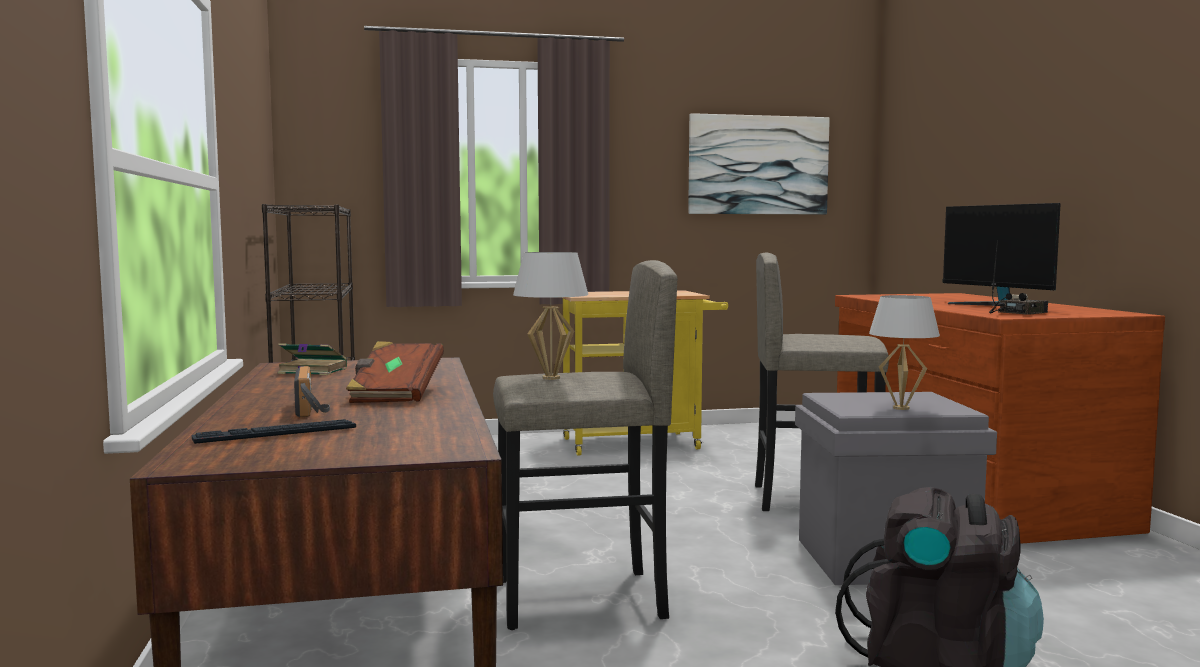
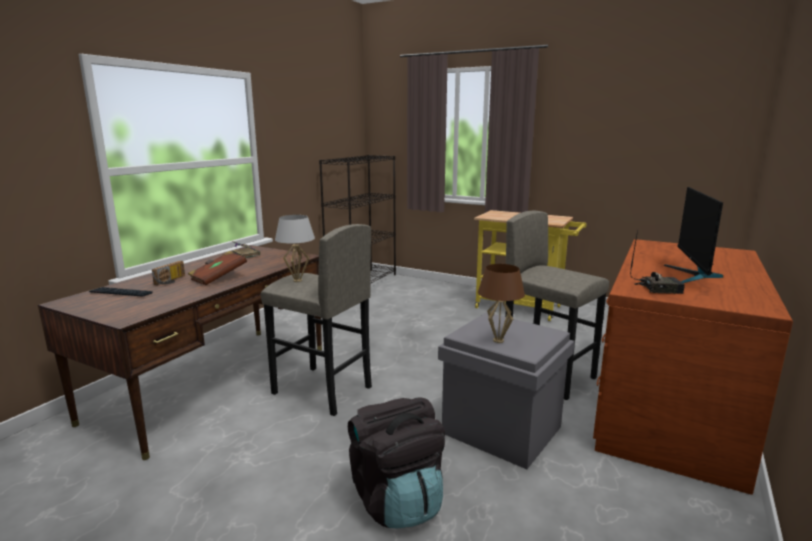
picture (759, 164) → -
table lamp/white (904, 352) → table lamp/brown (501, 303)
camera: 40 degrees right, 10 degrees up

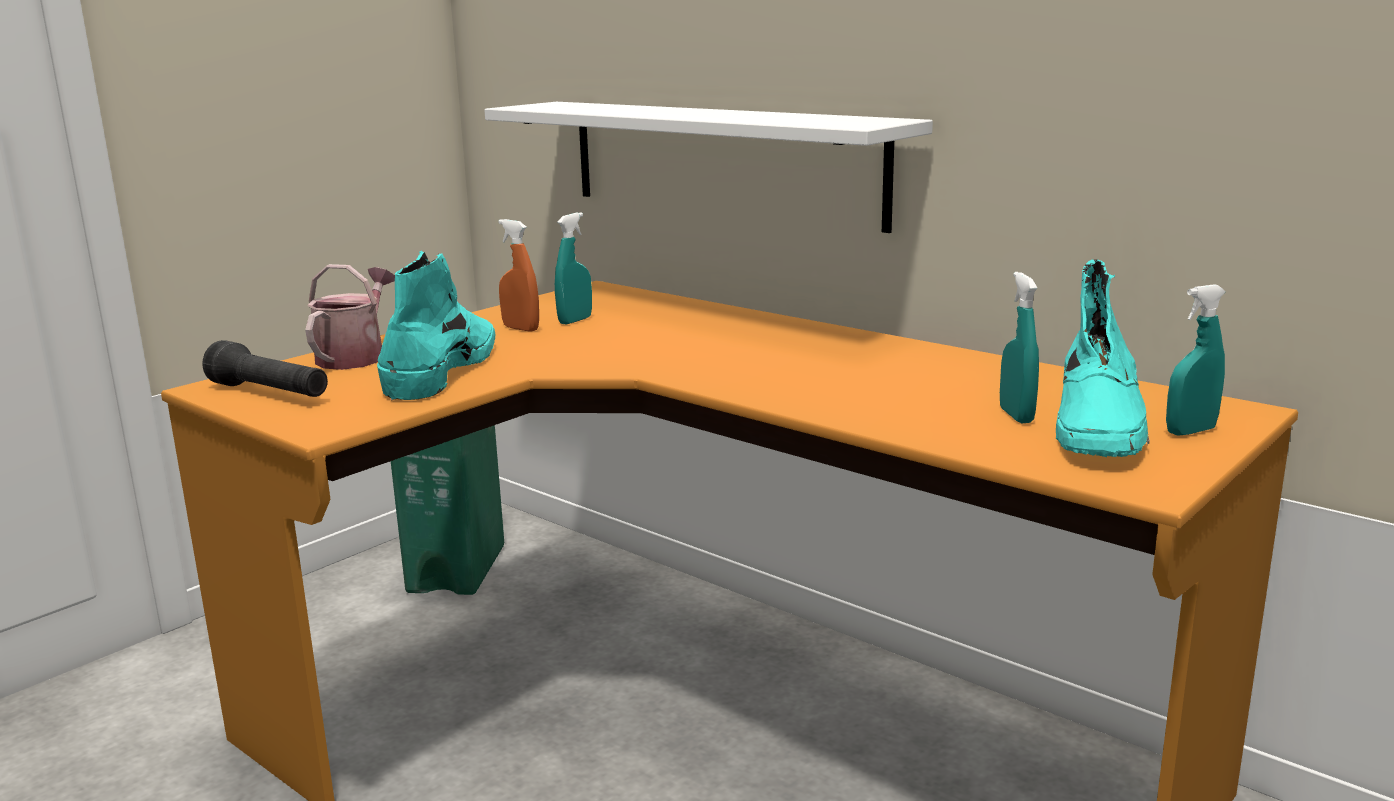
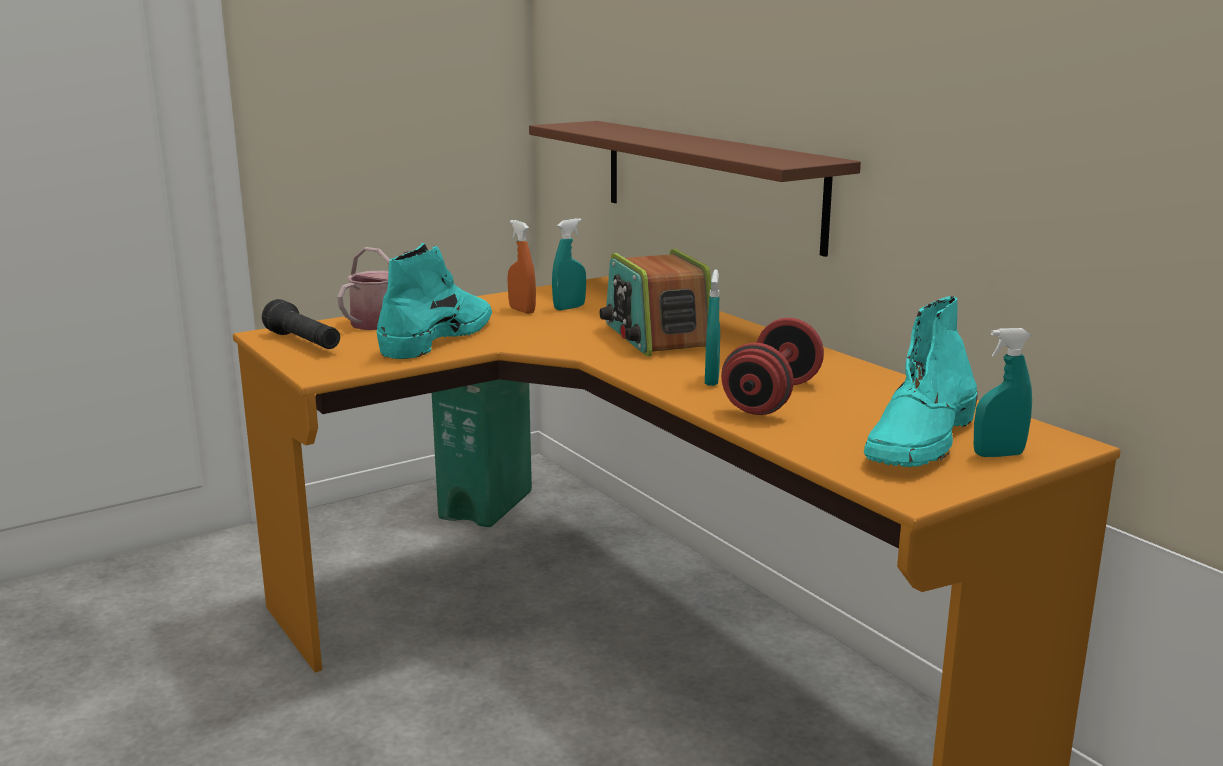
- → radio (655, 303)
- → dumbbell/red (772, 366)
spray bottle/turquoise (1019, 347) → spray bottle/turquoise (712, 327), move
shelf/white (708, 167) → shelf/brown (695, 189)
camera: 15 degrees right, 0 degrees up

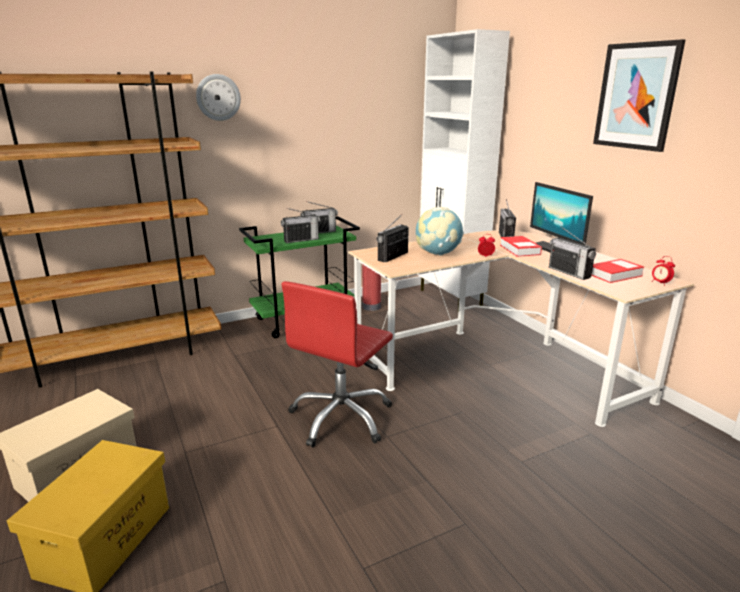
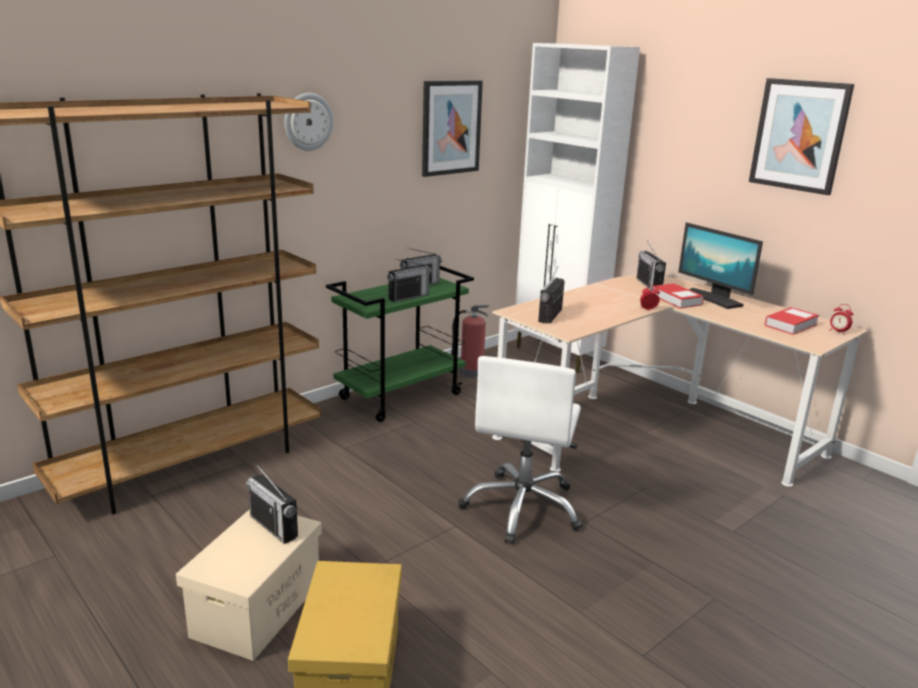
globe (440, 231) → -
- → picture (452, 128)
radio (572, 253) → radio (272, 503), move
office chair/red (337, 364) → office chair/white (520, 450)
camera: 15 degrees left, 0 degrees up

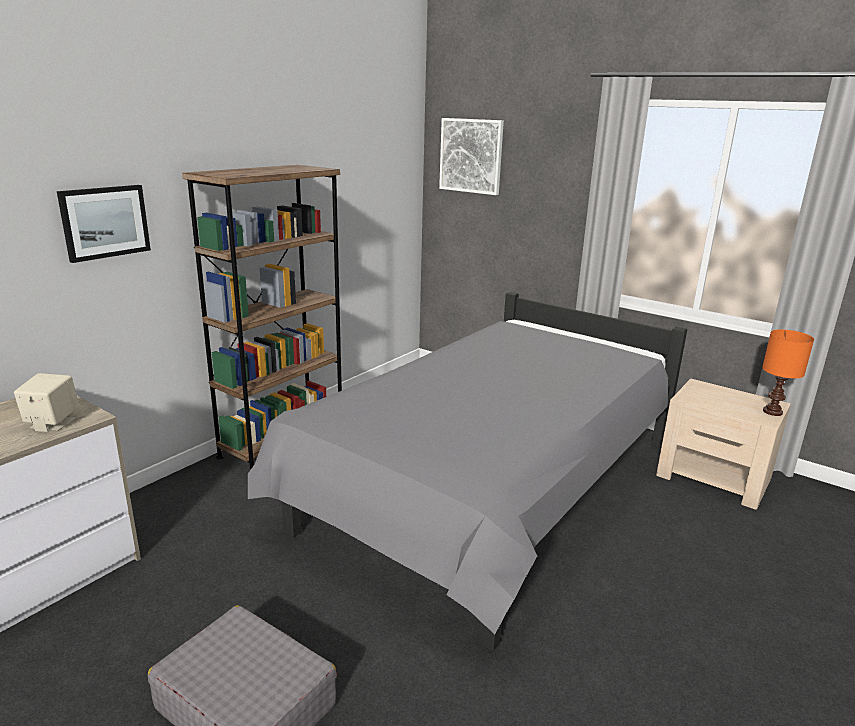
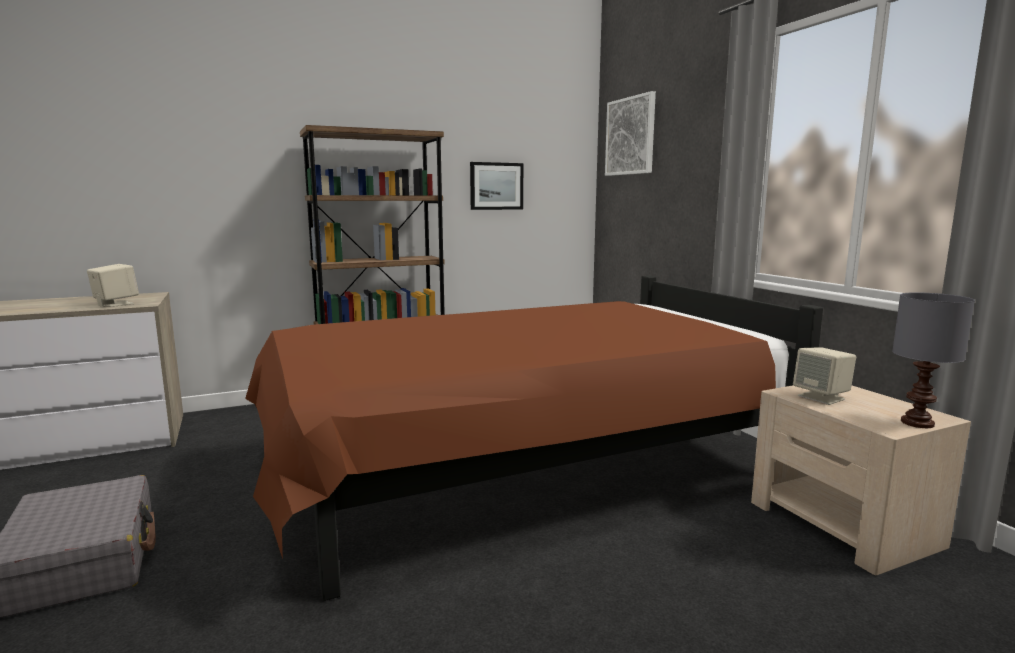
- → speaker/beige (824, 376)
picture (104, 224) → picture (496, 186), move
bed/grey (467, 472) → bed/brown (534, 438)
table lamp/orange (788, 372) → table lamp/grey (933, 360)
camera: 30 degrees right, 10 degrees down

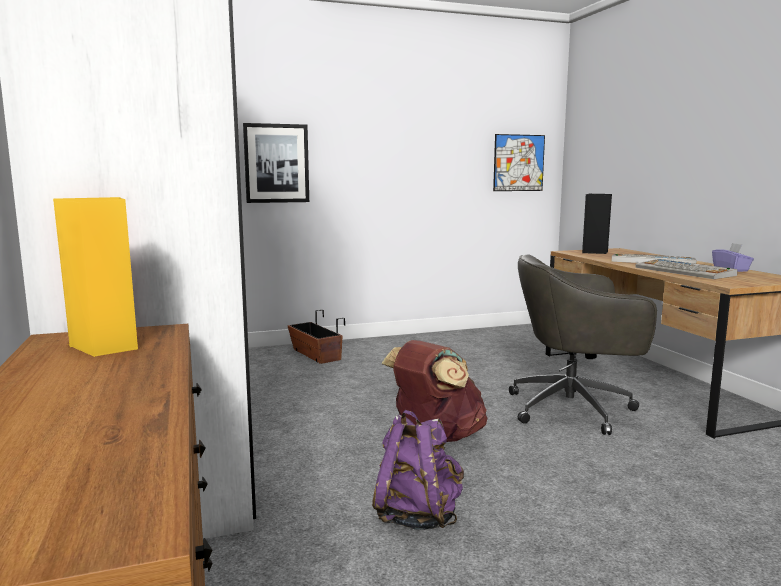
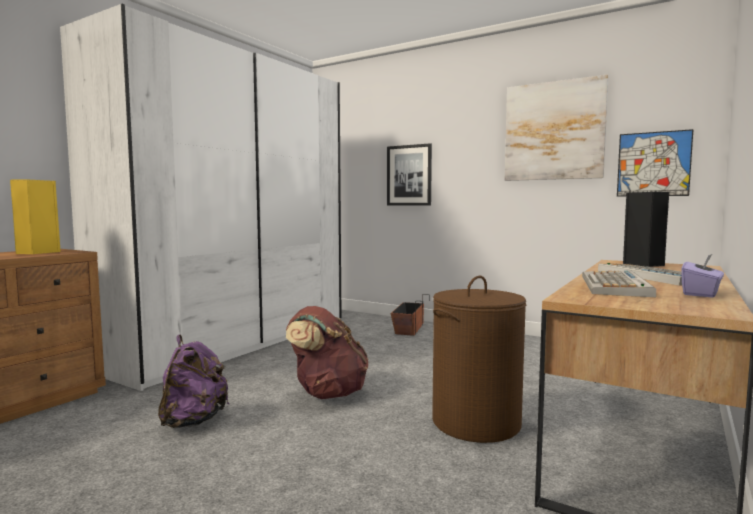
- → picture (557, 127)
office chair/grey (583, 345) → laundry basket/brown (479, 359)
camera: 50 degrees right, 5 degrees down

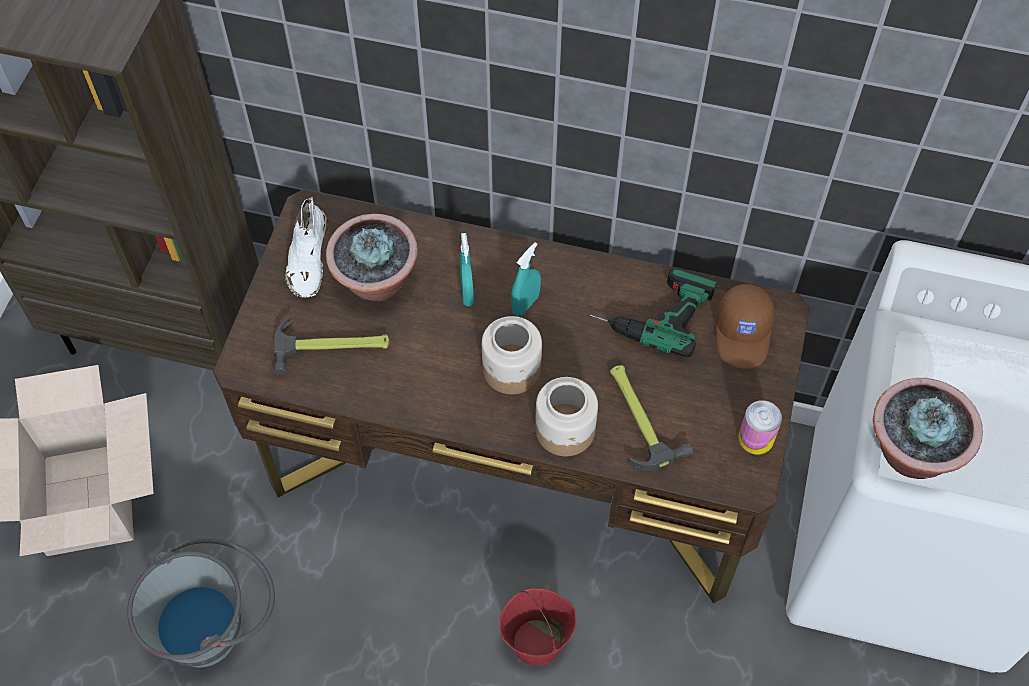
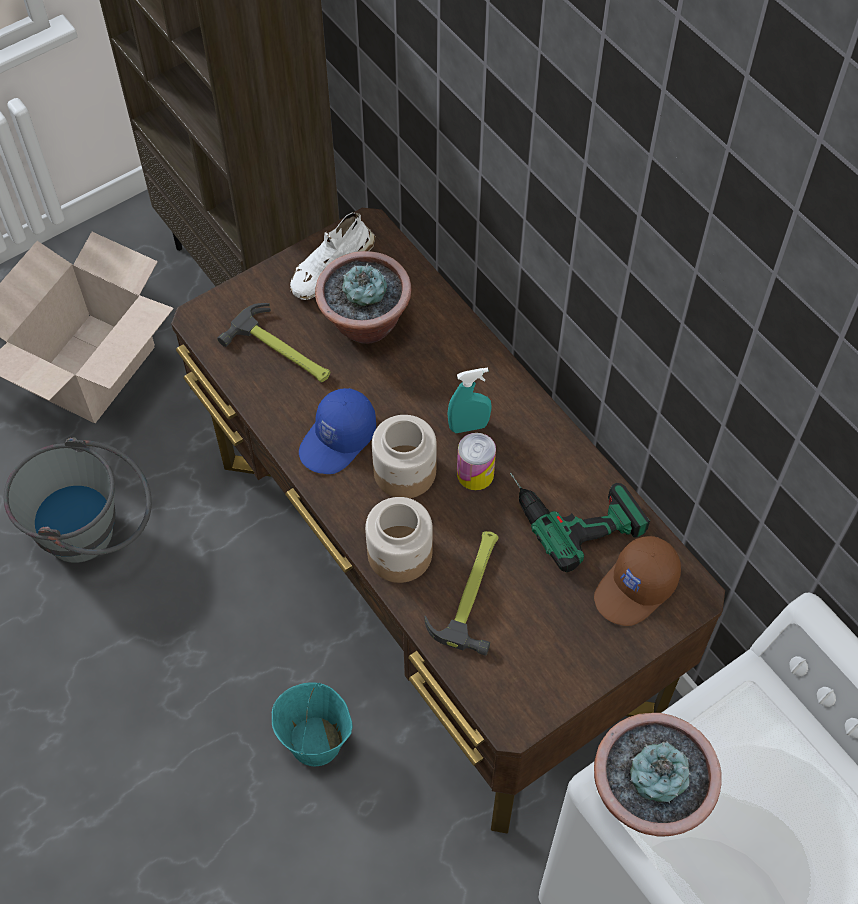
spray bottle/turquoise (467, 269) → -
- → cap/blue (337, 431)
can (760, 427) → can (476, 461), move
bucket/red (538, 627) → bucket/turquoise (312, 724)
camera: 40 degrees right, 0 degrees up

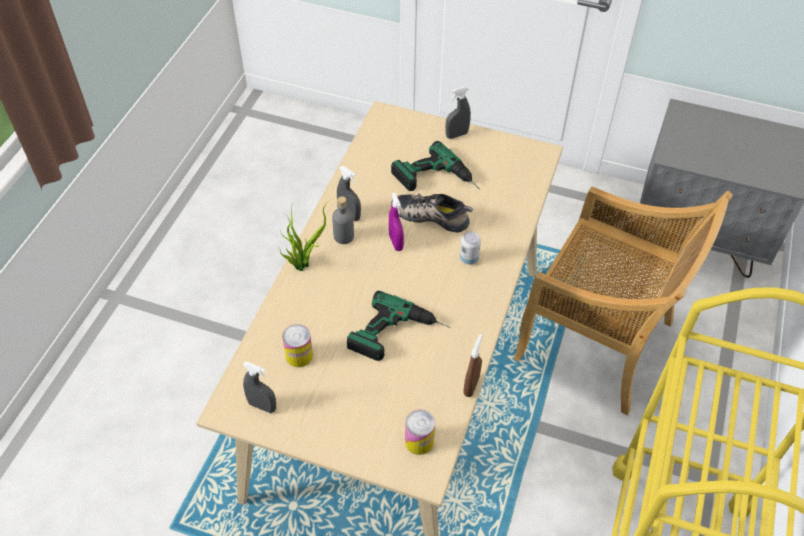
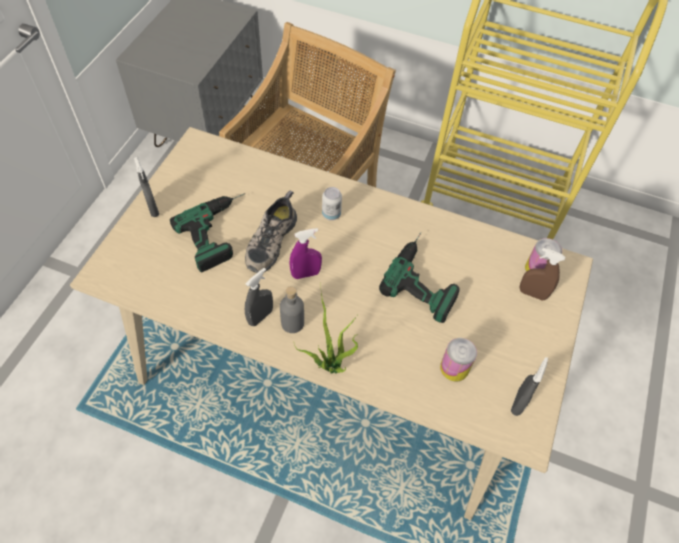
spray bottle/brown (472, 365) → spray bottle/brown (542, 274), move
camera: 90 degrees left, 5 degrees up

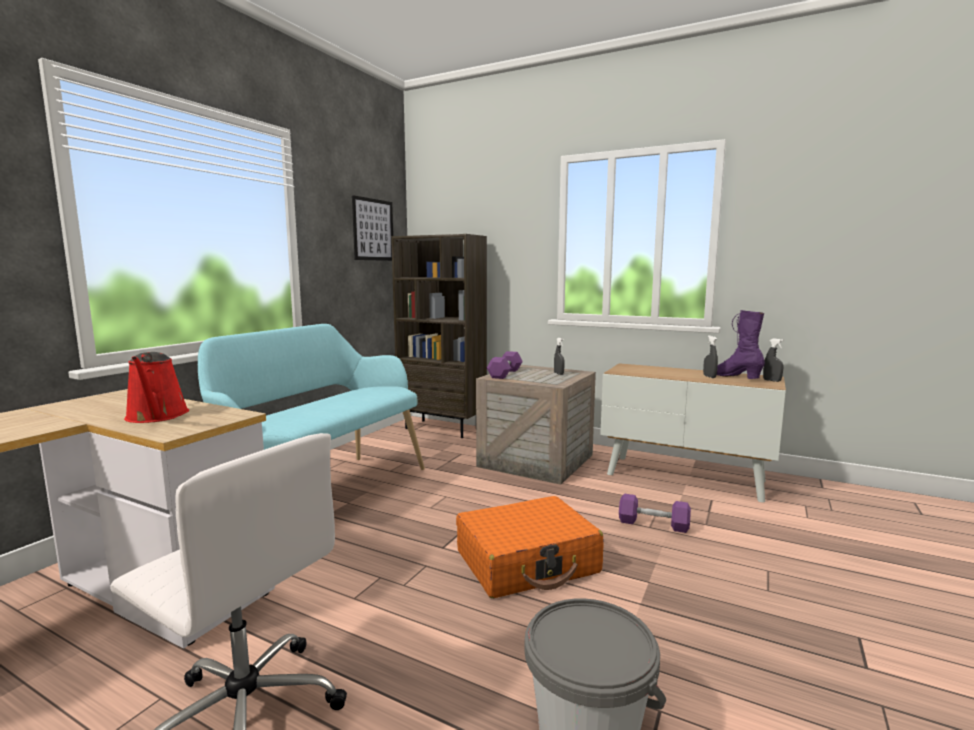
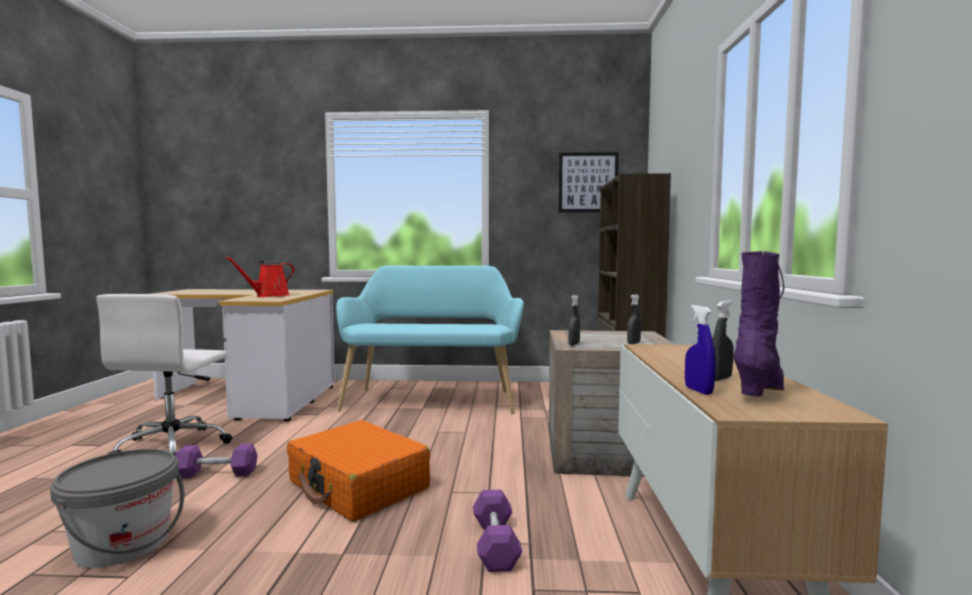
- → spray bottle/blue (700, 350)
dumbbell/purple (505, 365) → dumbbell/purple (216, 461), move
spray bottle/grey (773, 360) → spray bottle/grey (574, 320), move
camera: 65 degrees right, 5 degrees down

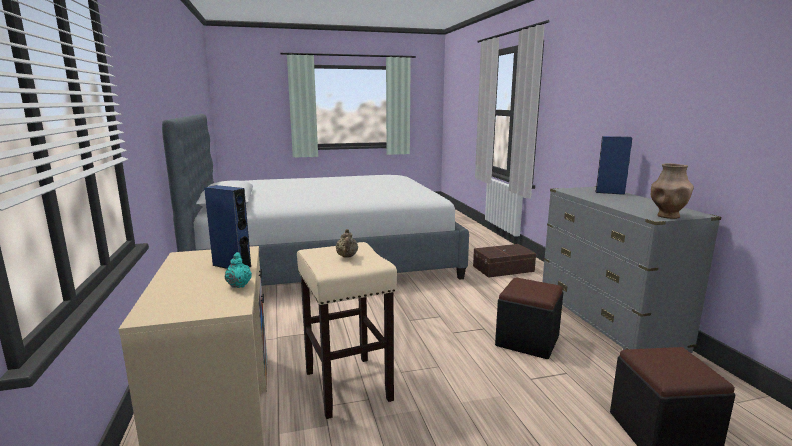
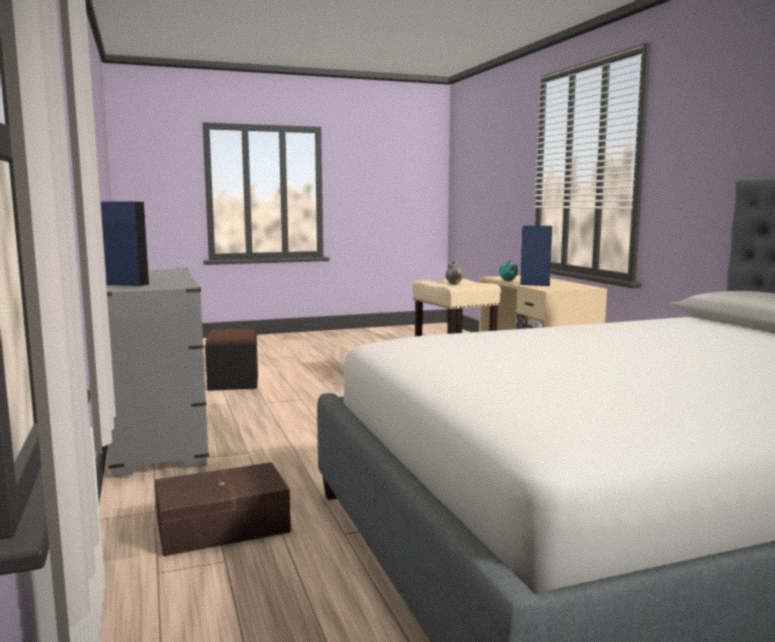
ottoman/black (529, 318) → -
vase/brown (672, 191) → -
camera: 175 degrees right, 5 degrees down

